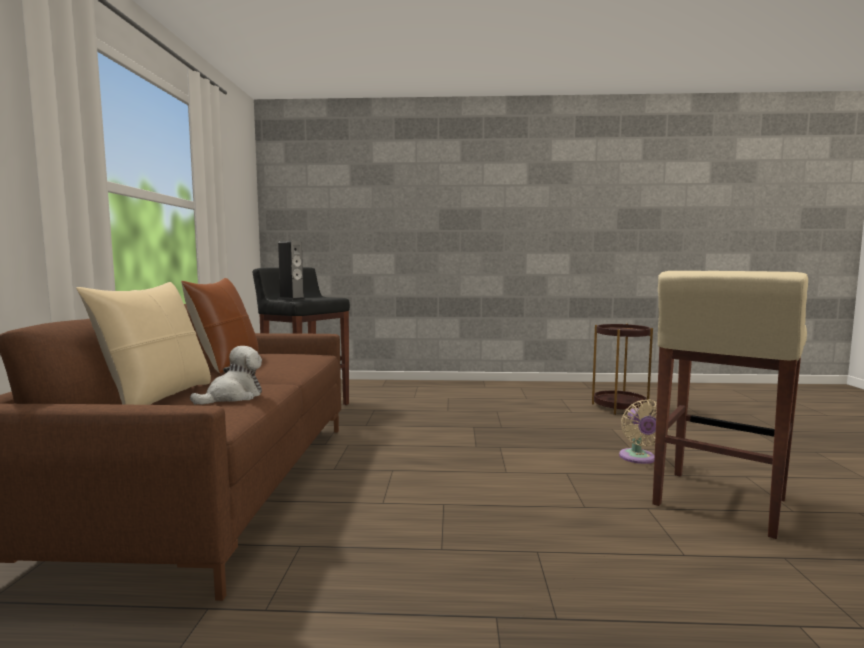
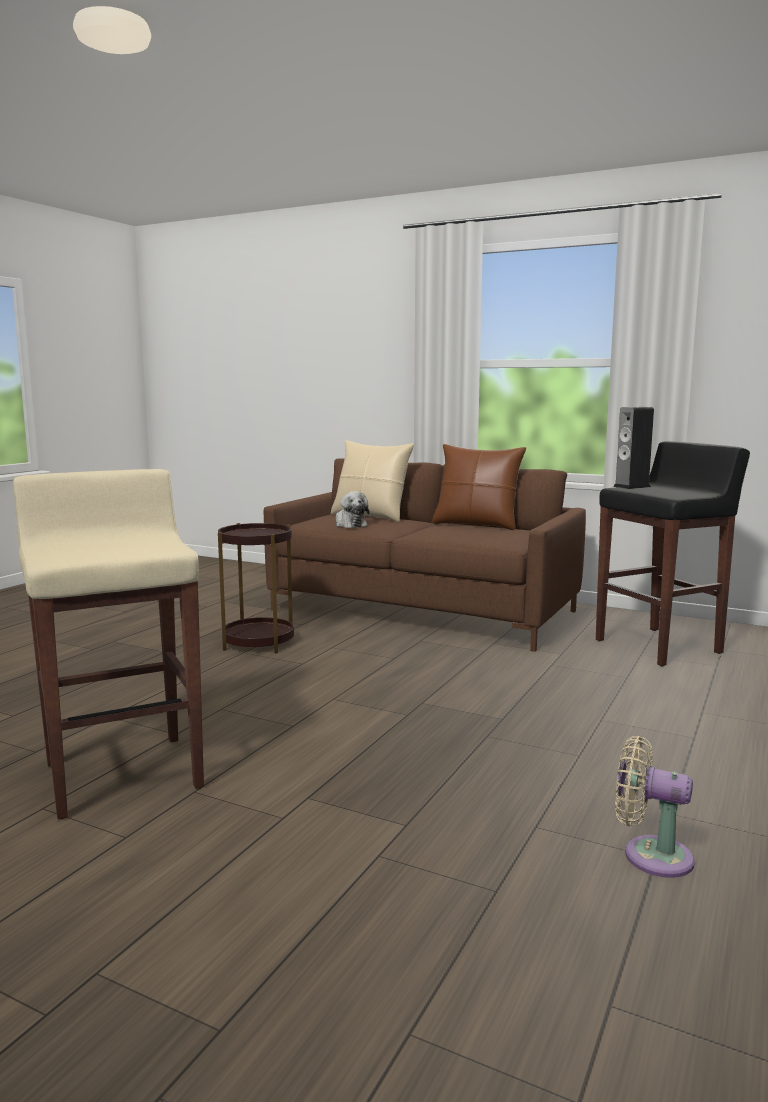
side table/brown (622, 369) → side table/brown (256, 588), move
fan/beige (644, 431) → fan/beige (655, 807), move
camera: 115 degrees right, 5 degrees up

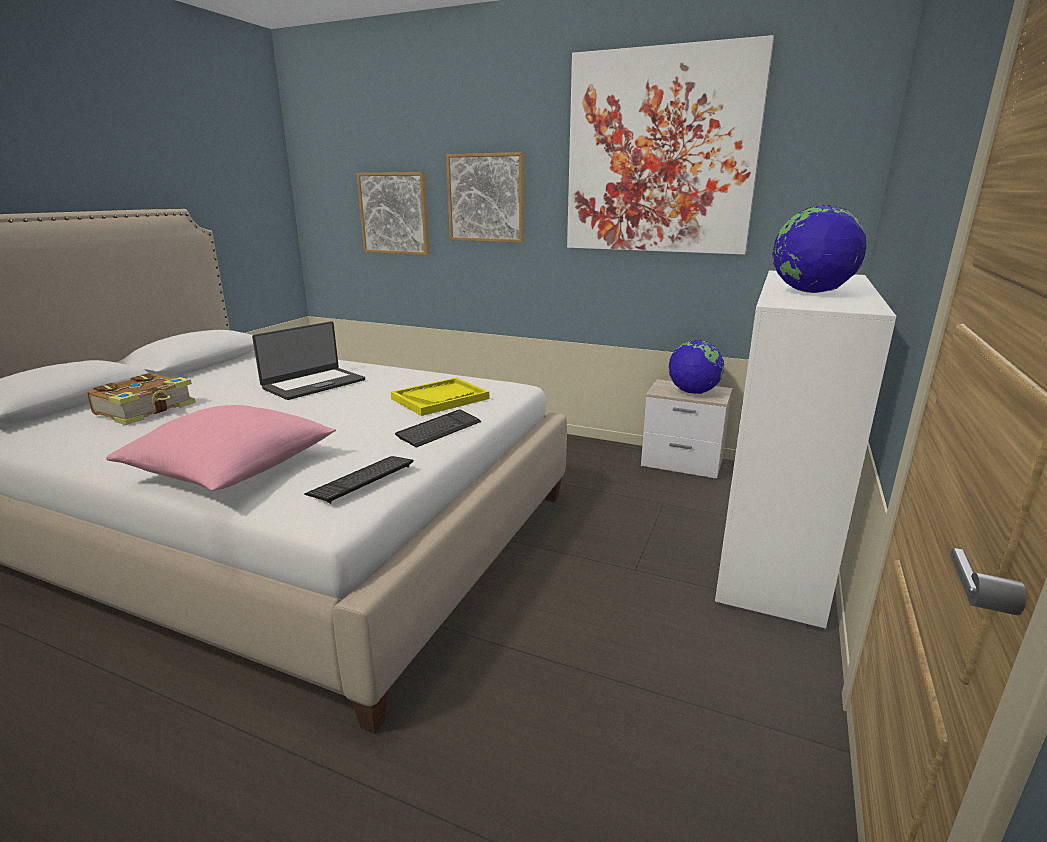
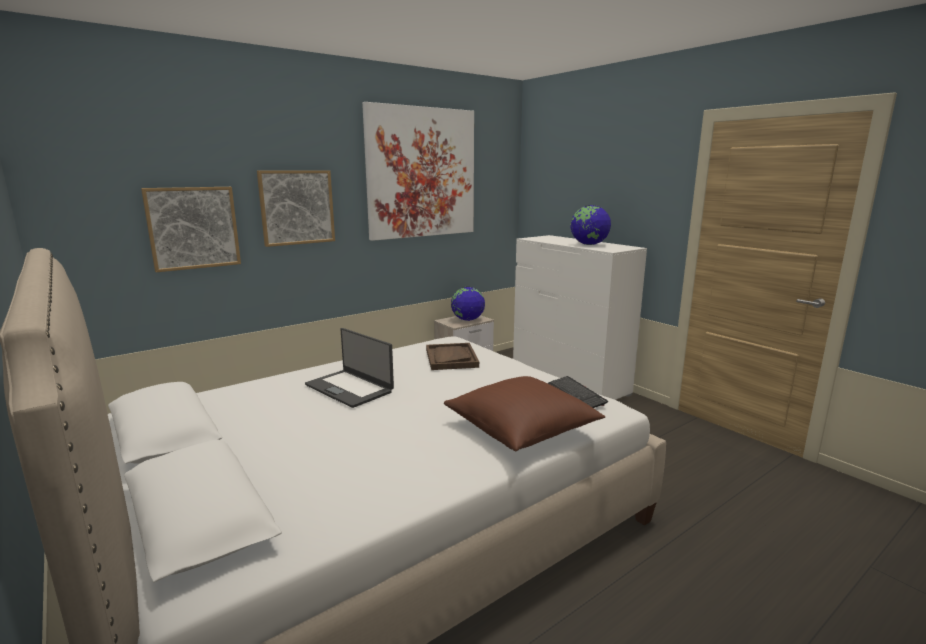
book (141, 399) → -
keyboard (438, 428) → -
pillow/pink (221, 448) → pillow/brown (525, 413)
tray/yellow (440, 397) → tray/brown (452, 356)
laptop (308, 360) → laptop (349, 368), 150 degrees clockwise
camera: 60 degrees left, 5 degrees down

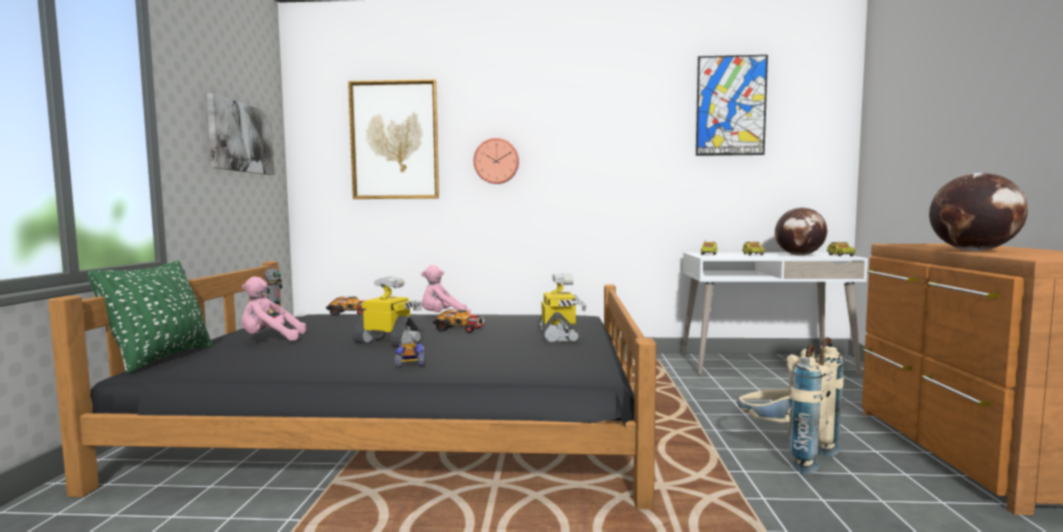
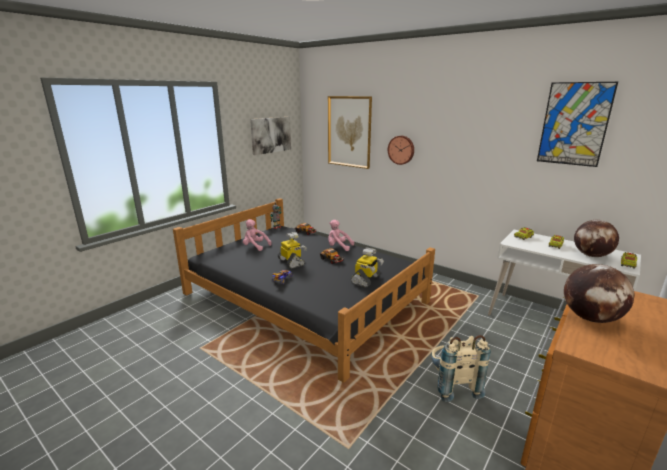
pillow/green (150, 317) → -
camera: 35 degrees right, 15 degrees up

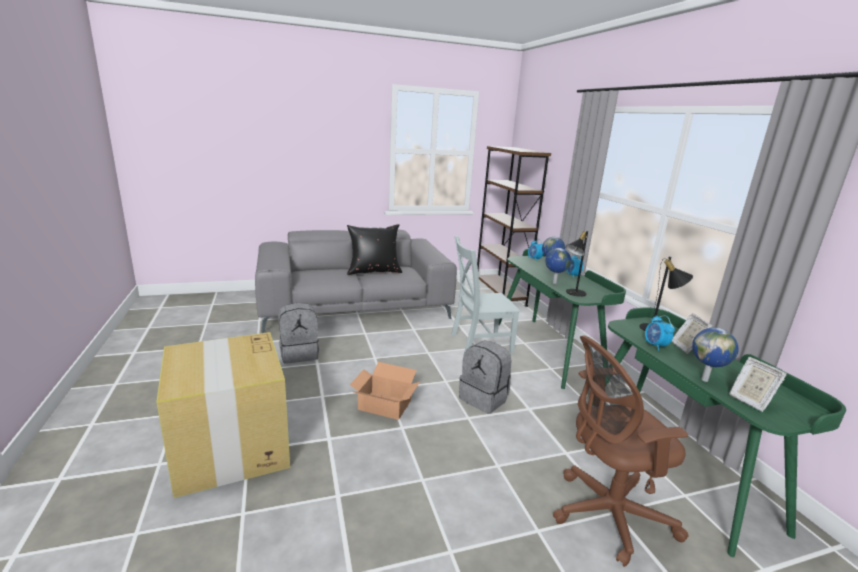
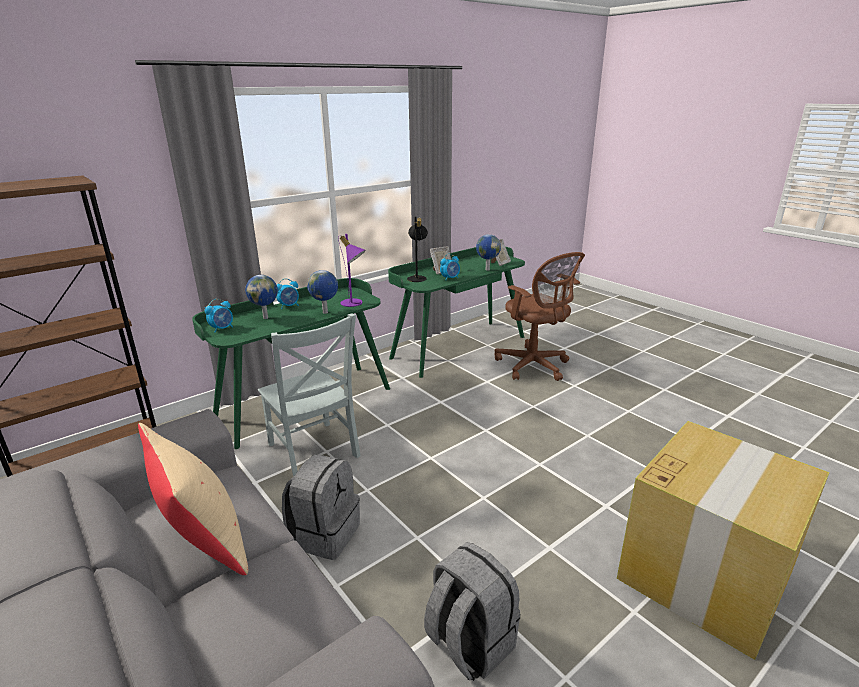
cardboard box (385, 391) → -
backpack/grey (485, 376) → backpack/grey (321, 507), move
pillow/black (374, 249) → pillow/beige (193, 499)
table lamp/black (577, 264) → table lamp/purple (352, 270)
camera: 110 degrees left, 5 degrees up

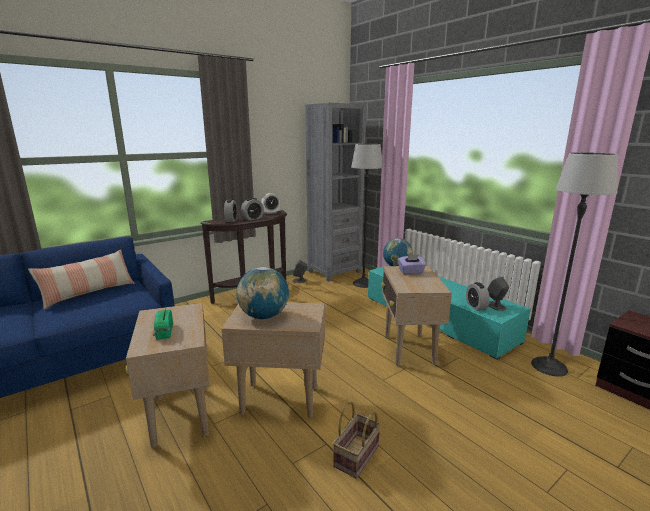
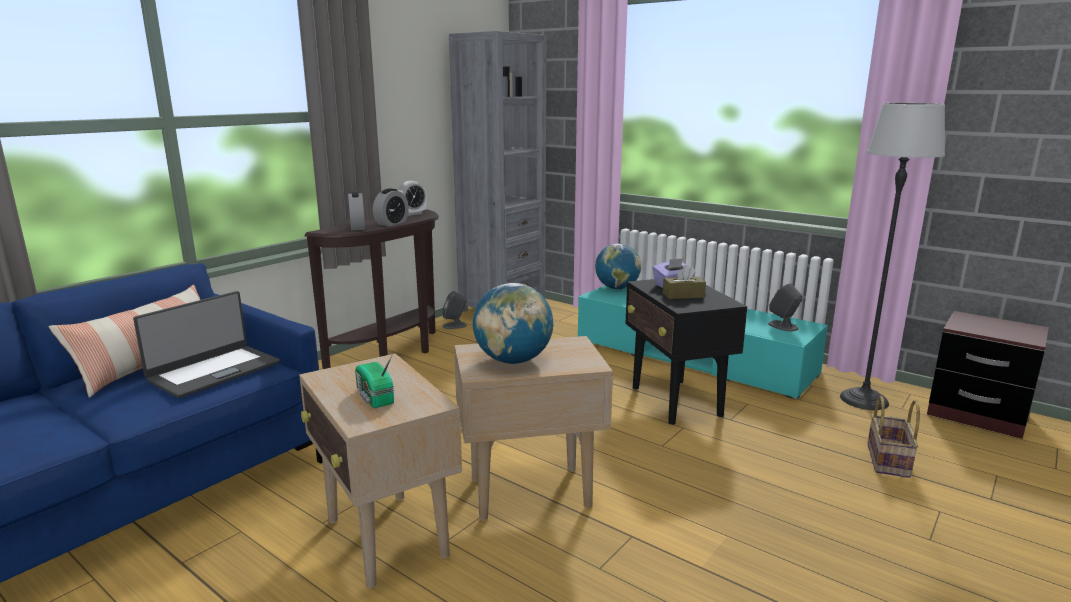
floor lamp (367, 216) → -
alarm clock (478, 296) → -
- → laptop (206, 344)
- → tissue box/brown (684, 282)
basket (357, 440) → basket (893, 437), move
side table/beige (416, 316) → side table/black (686, 352)
camera: 15 degrees left, 0 degrees up

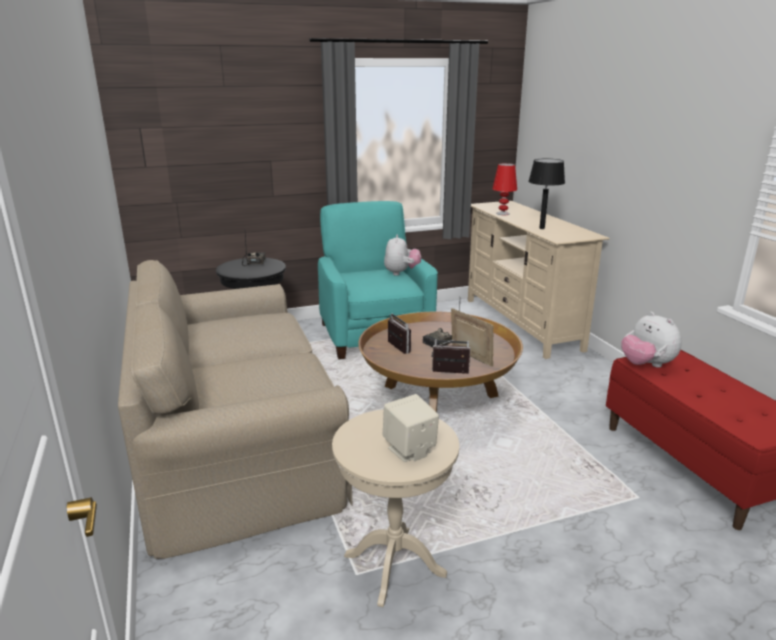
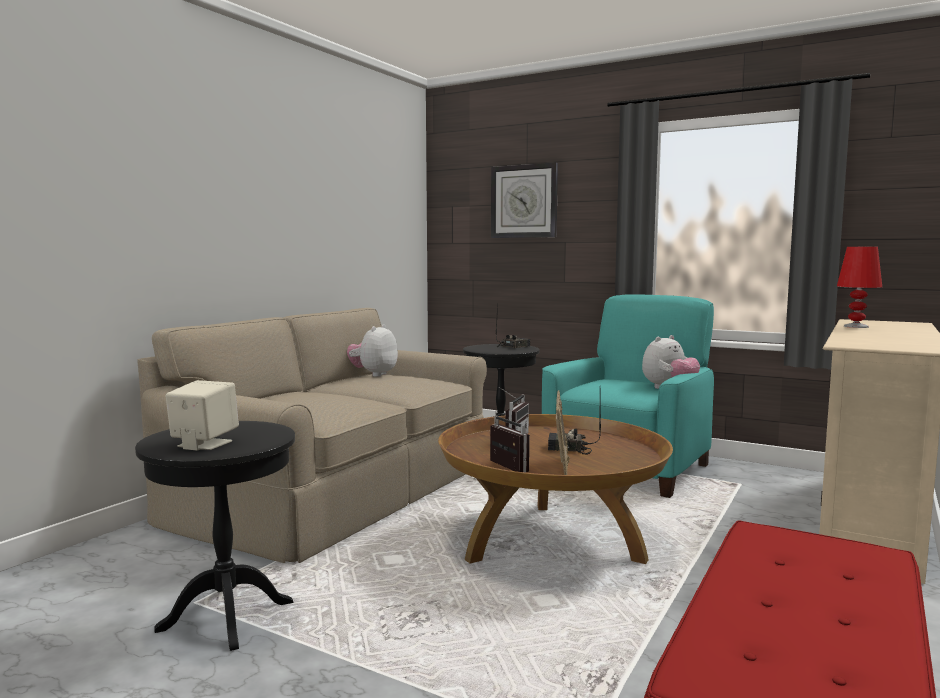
table lamp/black (546, 193) → -
- → wall clock (524, 200)
plush toy (651, 340) → plush toy (372, 350), move
side table/beige (395, 508) → side table/black (215, 536)
camera: 50 degrees right, 15 degrees down

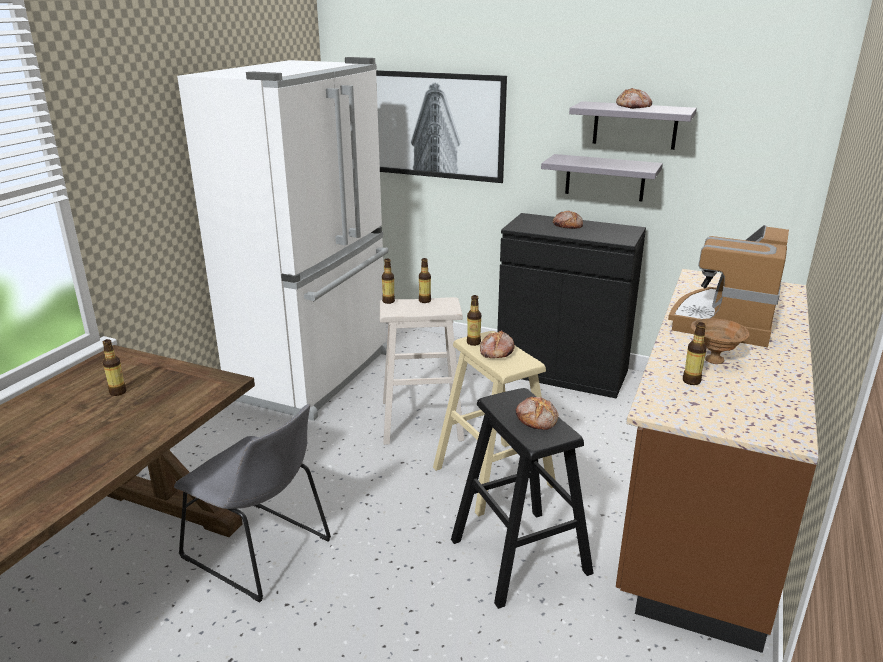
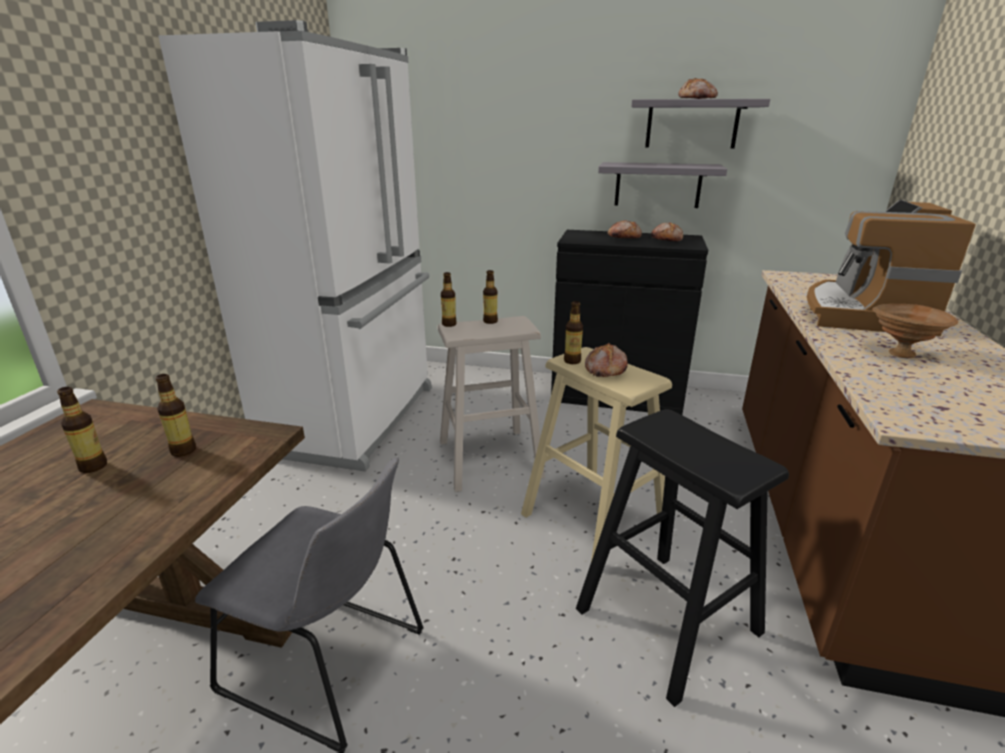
picture (441, 126) → -
bread (537, 413) → bread (667, 231), move
bottle (695, 353) → bottle (176, 415), move
camera: 10 degrees left, 0 degrees up

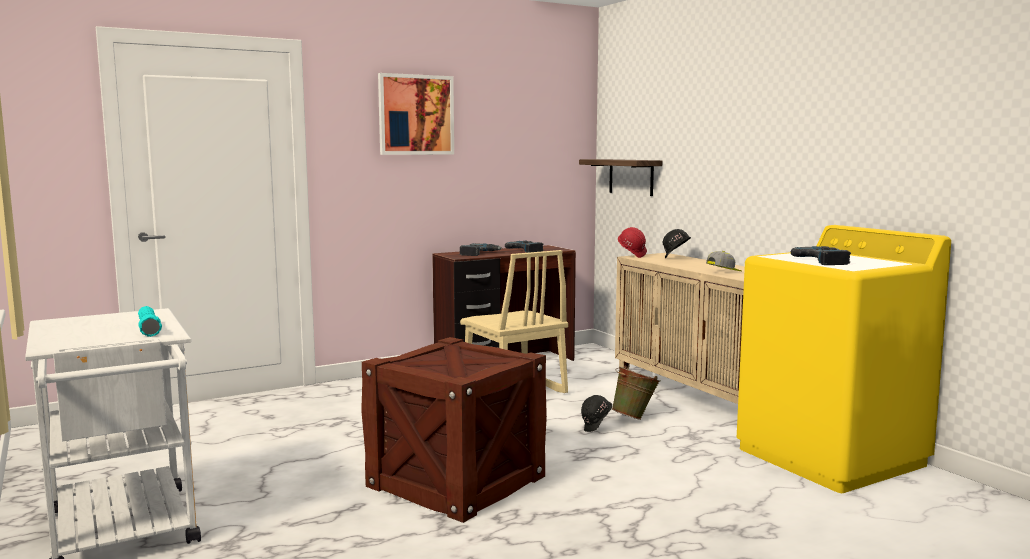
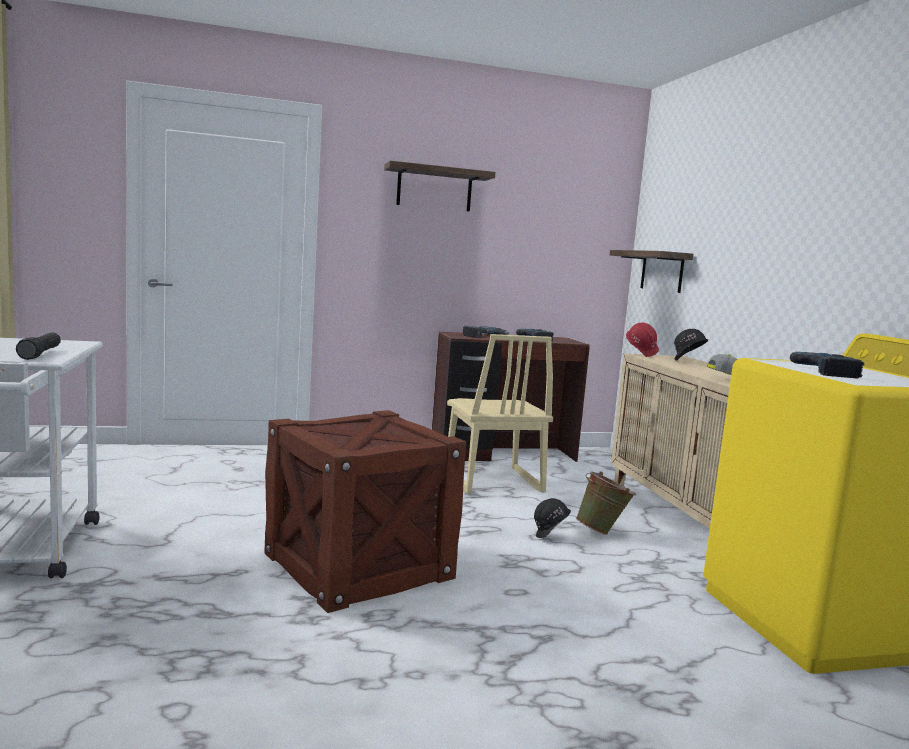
picture (416, 114) → shelf (440, 186)
flashlight/turquoise (150, 321) → flashlight/black (38, 346)
camera: 15 degrees right, 0 degrees up

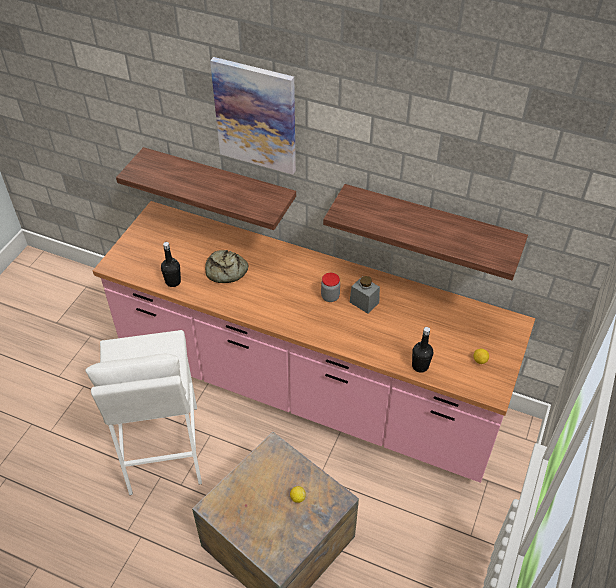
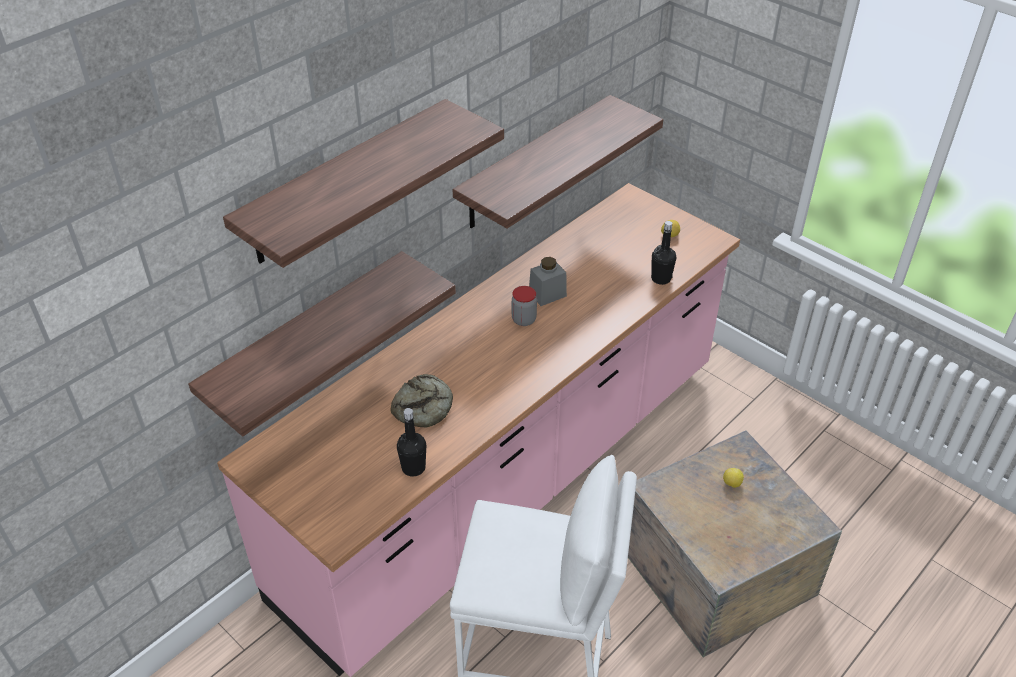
picture (253, 116) → shelf (363, 183)
camera: 70 degrees left, 5 degrees down

